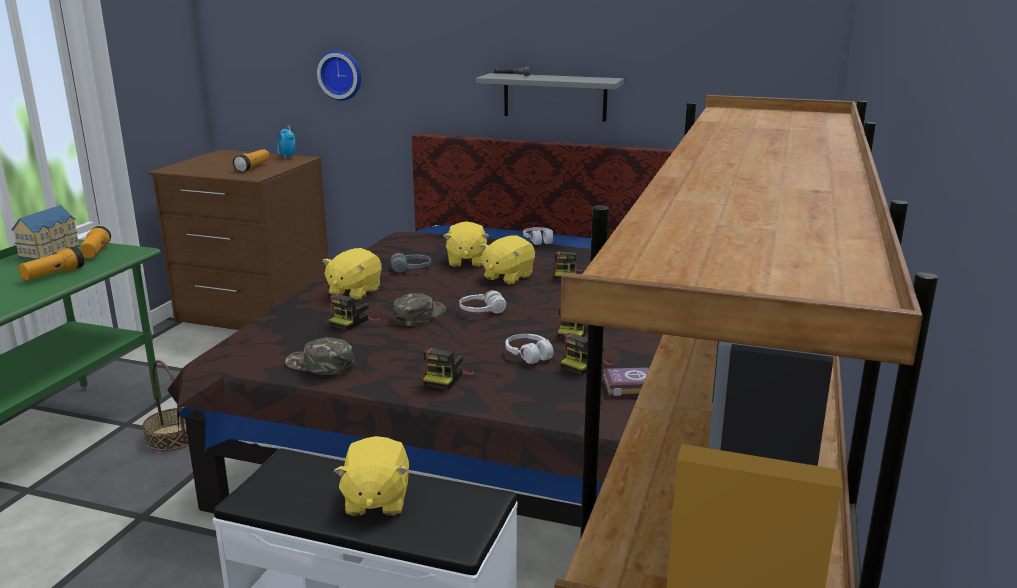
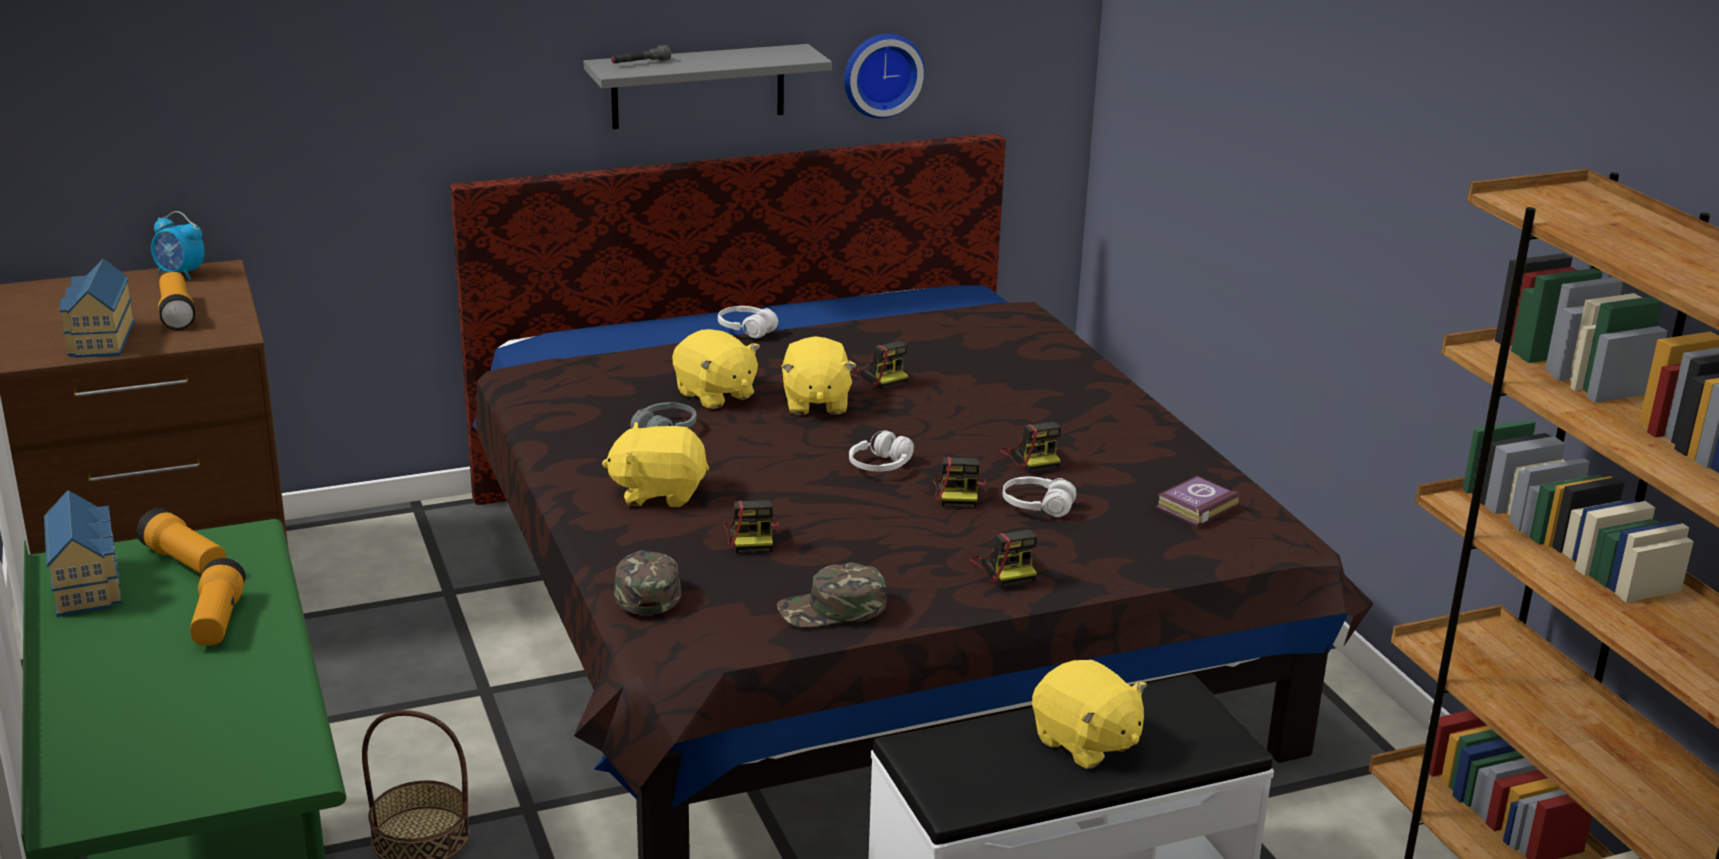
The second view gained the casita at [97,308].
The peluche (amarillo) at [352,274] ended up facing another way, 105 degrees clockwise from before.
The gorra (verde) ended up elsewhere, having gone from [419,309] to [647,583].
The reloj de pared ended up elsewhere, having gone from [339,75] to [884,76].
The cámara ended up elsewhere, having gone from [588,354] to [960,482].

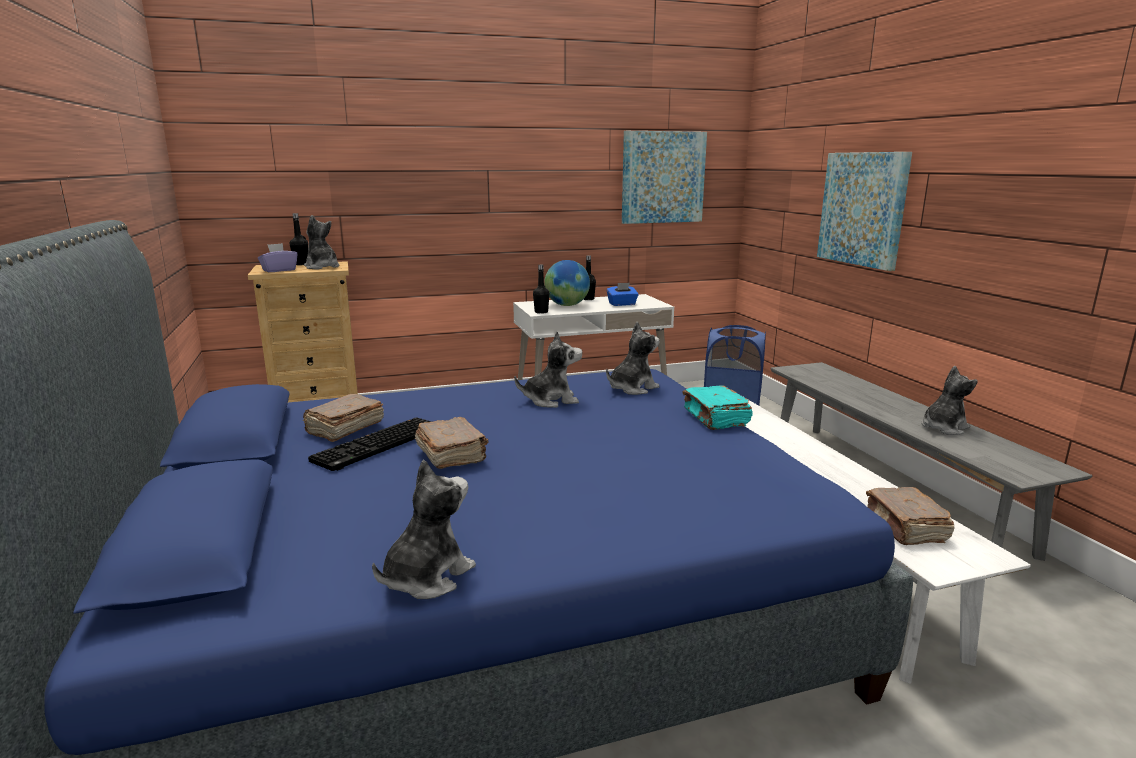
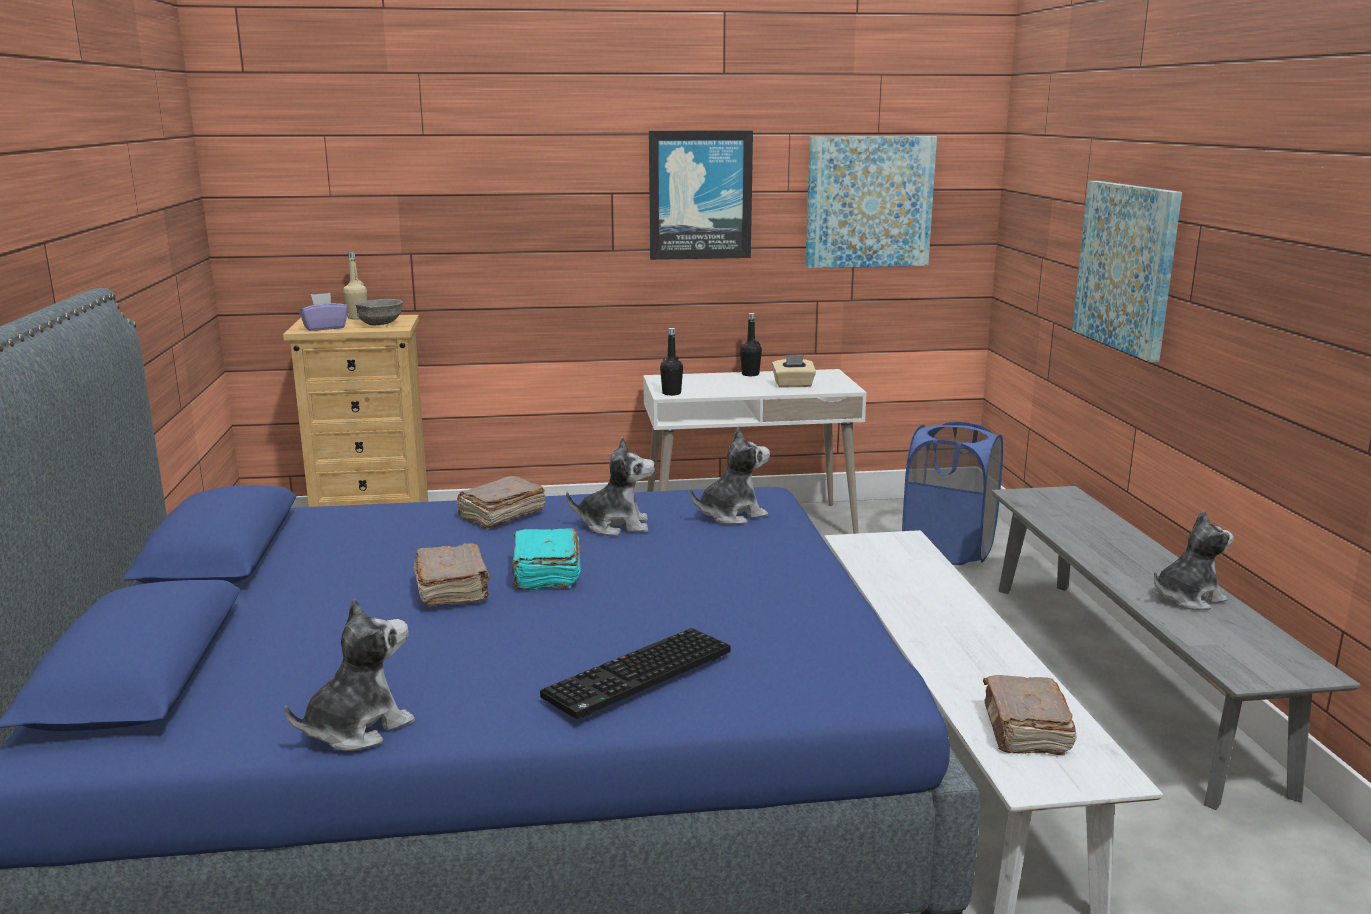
What was the botella (negro) at [299,239] turned into the botella (beis) at [355,286].
Where the peluche stood at [321,242], the cuenco (gris) came to stand at [379,312].
The libro (marrón) ended up elsewhere, having gone from [343,418] to [501,503].
The libro (turquesa) ended up elsewhere, having gone from [718,407] to [546,559].
The teclado ended up elsewhere, having gone from [370,444] to [635,673].
The second view gained the cuadro at [701,195].
What was the caja de pañuelos (azul) at [623,294] turned into the caja de pañuelos (beis) at [794,371].
The second view lost the globo terráqueo at [567,283].

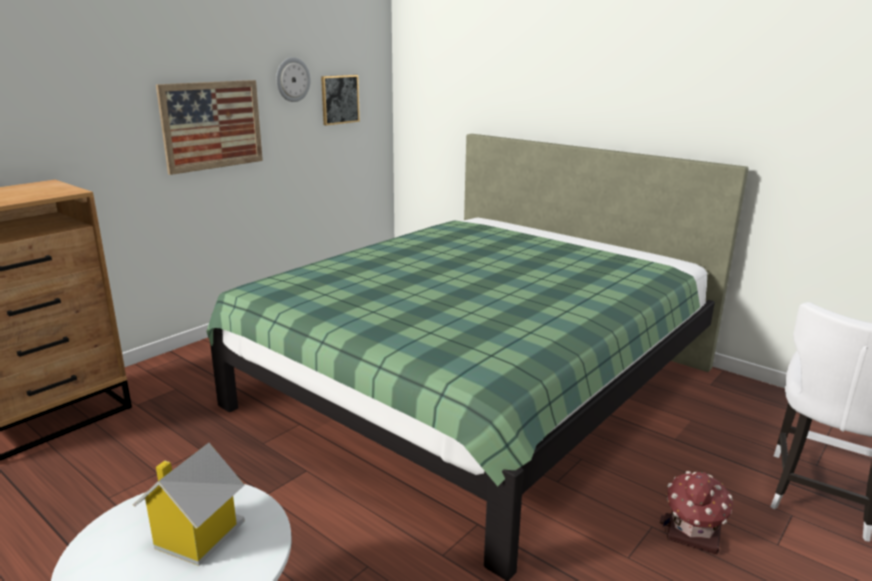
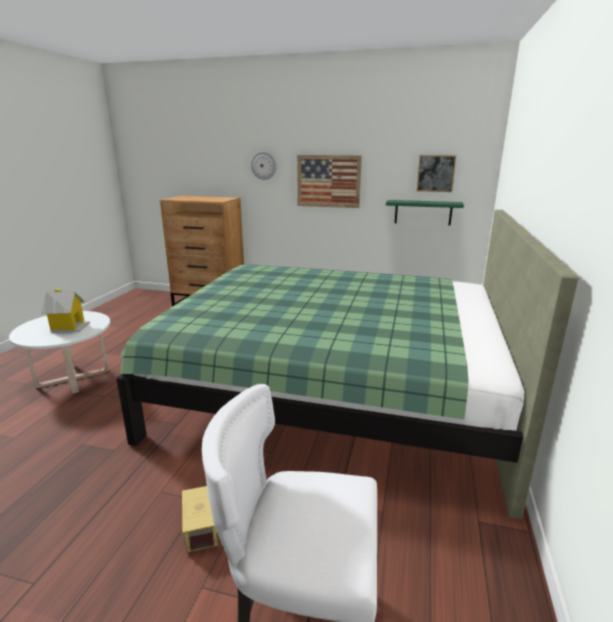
Where the casita stood at [696,512], the camión de juguete came to stand at [200,519].
The reloj de pared ended up elsewhere, having gone from [293,79] to [263,165].
The second view gained the estante (verde) at [425,212].

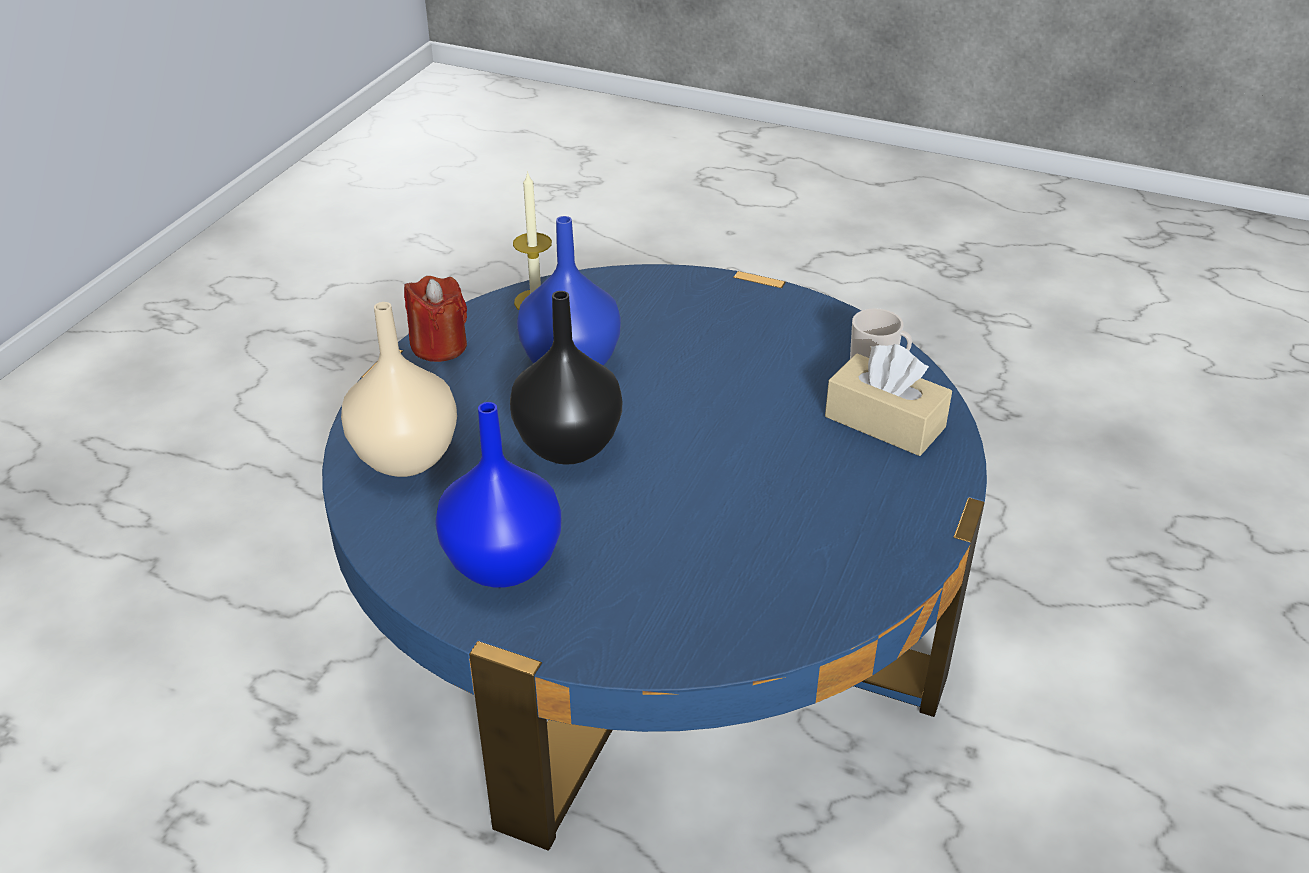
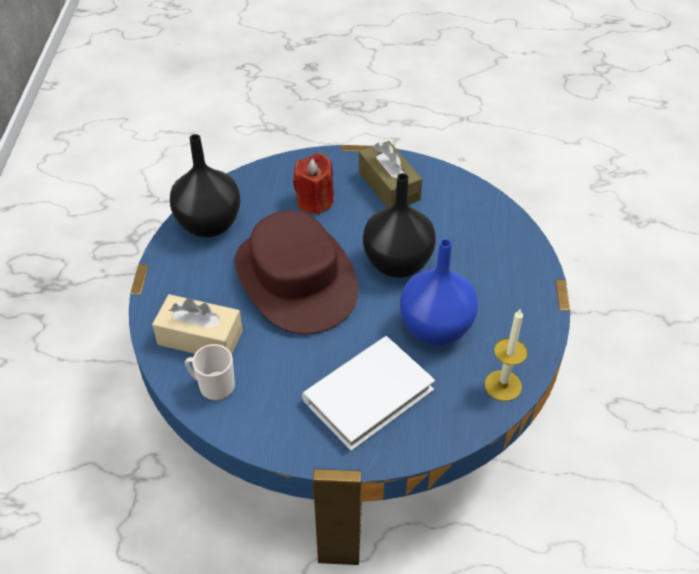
The second view gained the florero (negro) at [205,185].
The second view gained the sombrero (marrón) at [297,272].
The vela (rojo) ended up elsewhere, having gone from [435,319] to [313,183].
The second view gained the libro (blanco) at [368,393].
Where the florero (azul) stood at [498,495], the caja de pañuelos (marrón) came to stand at [390,174].
The second view lost the florero (beis) at [399,389].

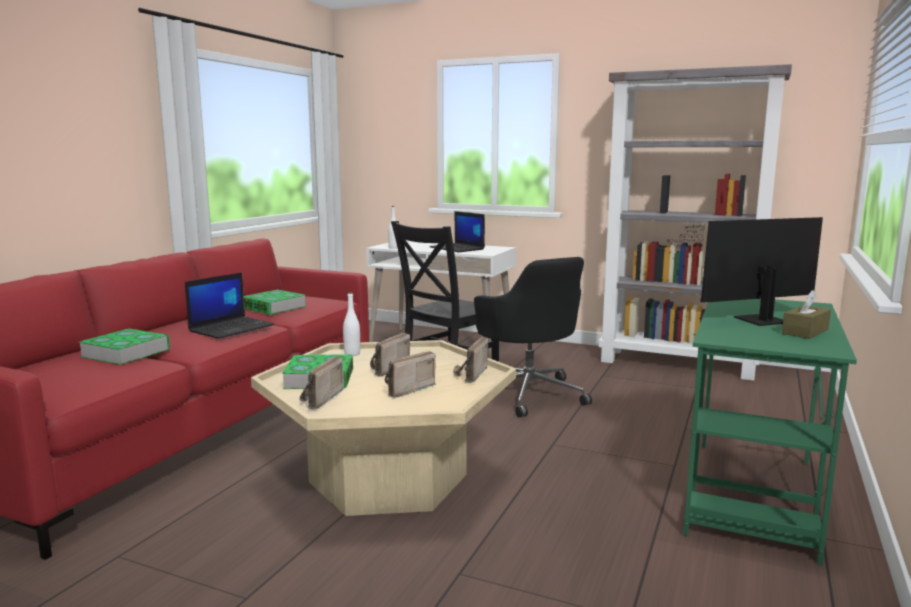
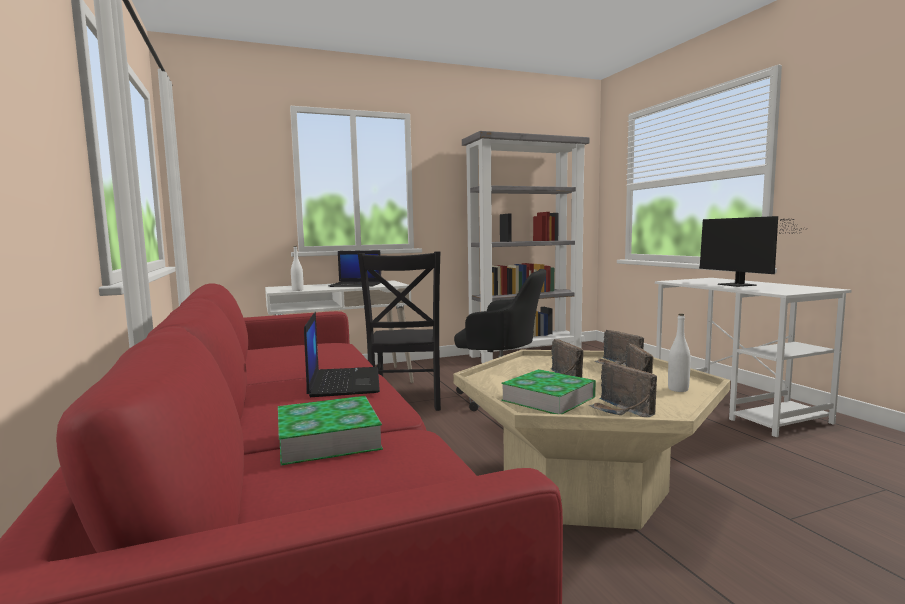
What was the escritorio (verde) at [770,431] turned into the escritorio (blanco) at [753,357].
The botella (blanco) ended up elsewhere, having gone from [351,324] to [679,353].
The monitor at [745,271] ended up facing another way, 45 degrees counterclockwise from before.
The second view lost the libro at [275,302].
The second view lost the caja de pañuelos (marrón) at [806,314].

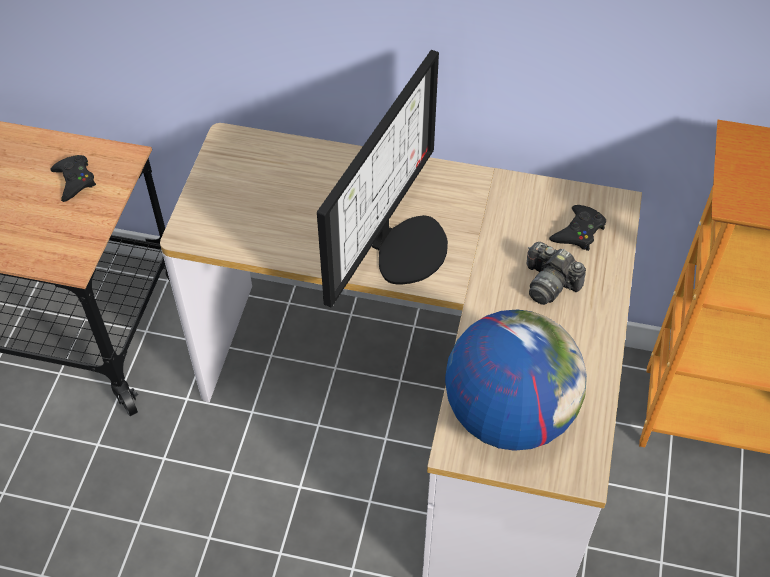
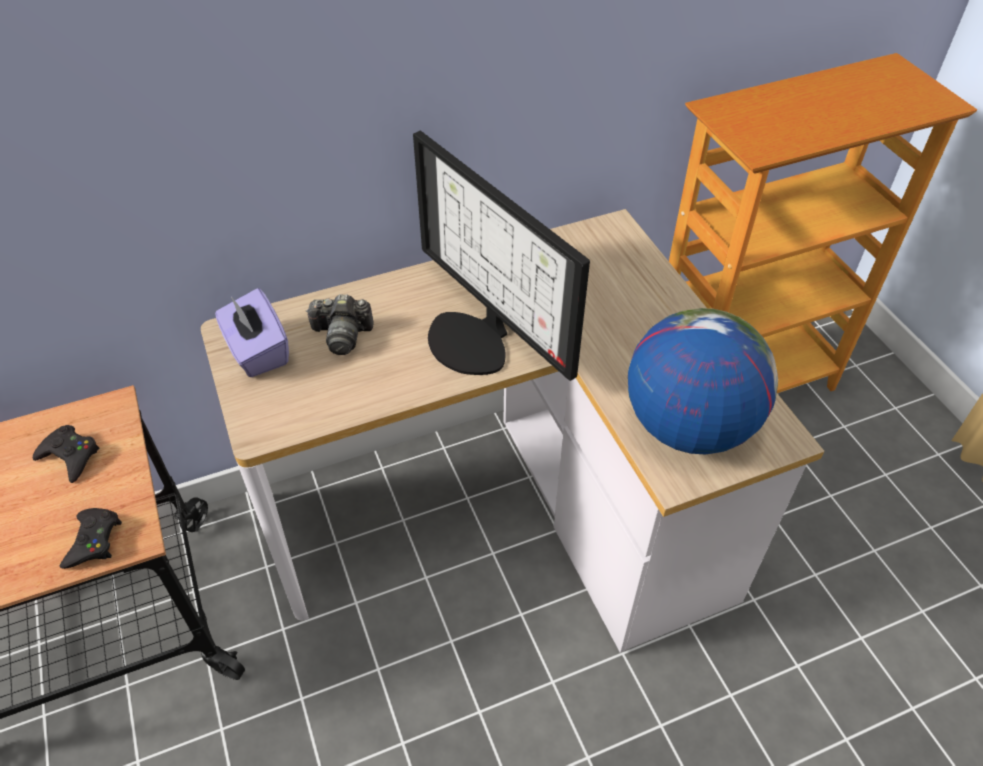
The mando de consola (negro) ended up elsewhere, having gone from [577,228] to [91,538].
The second view gained the caja de pañuelos (morado) at [252,332].
The cámara ended up elsewhere, having gone from [556,273] to [340,324].
The monitor at [382,178] ended up facing another way, 150 degrees clockwise from before.

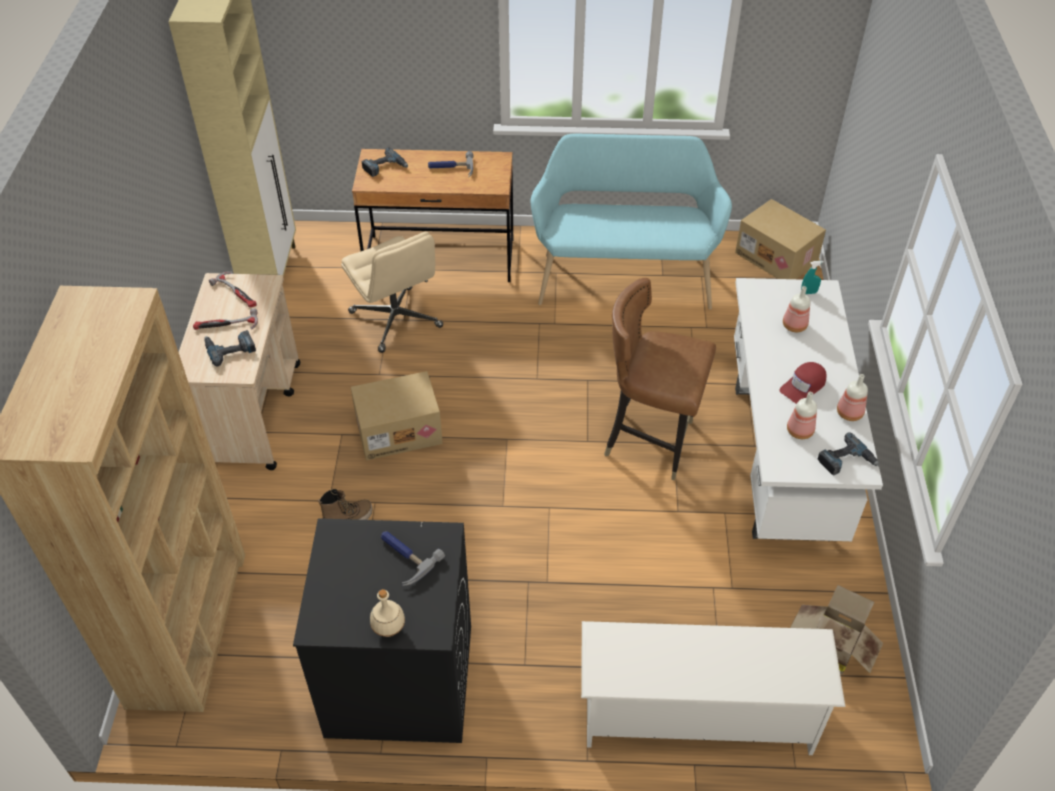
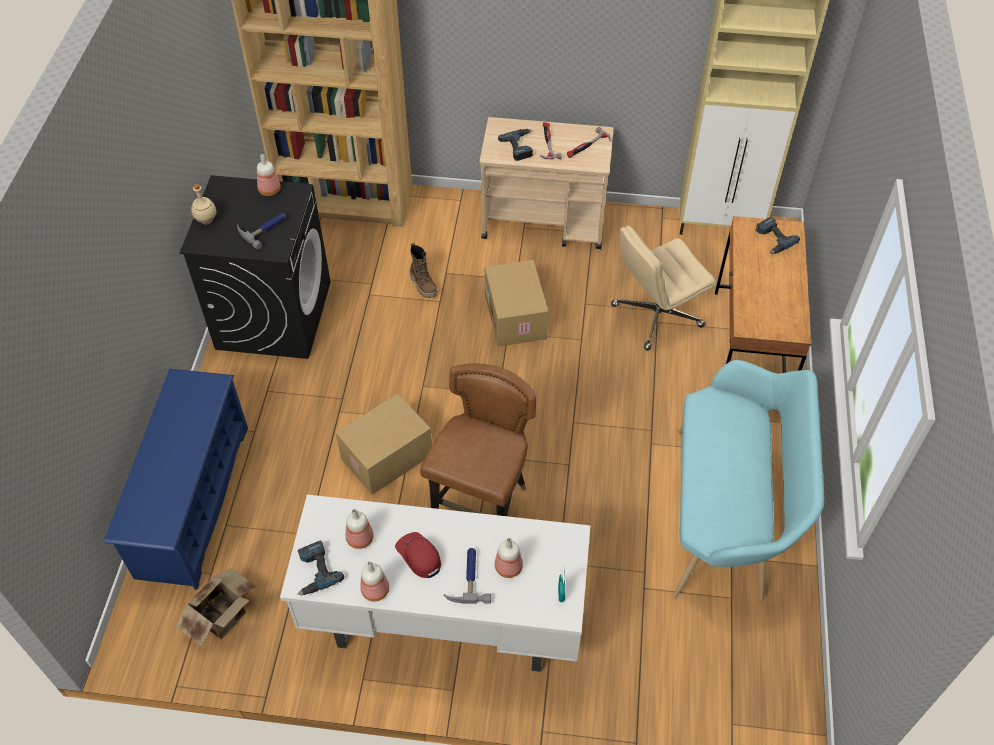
What was the zapatero (blanco) at [713,688] turned into the zapatero (azul) at [176,479].
The second view gained the botella at [269,175].
The caja de cartón ended up elsewhere, having gone from [780,239] to [384,444].
The martillo ended up elsewhere, having gone from [450,164] to [467,576].

